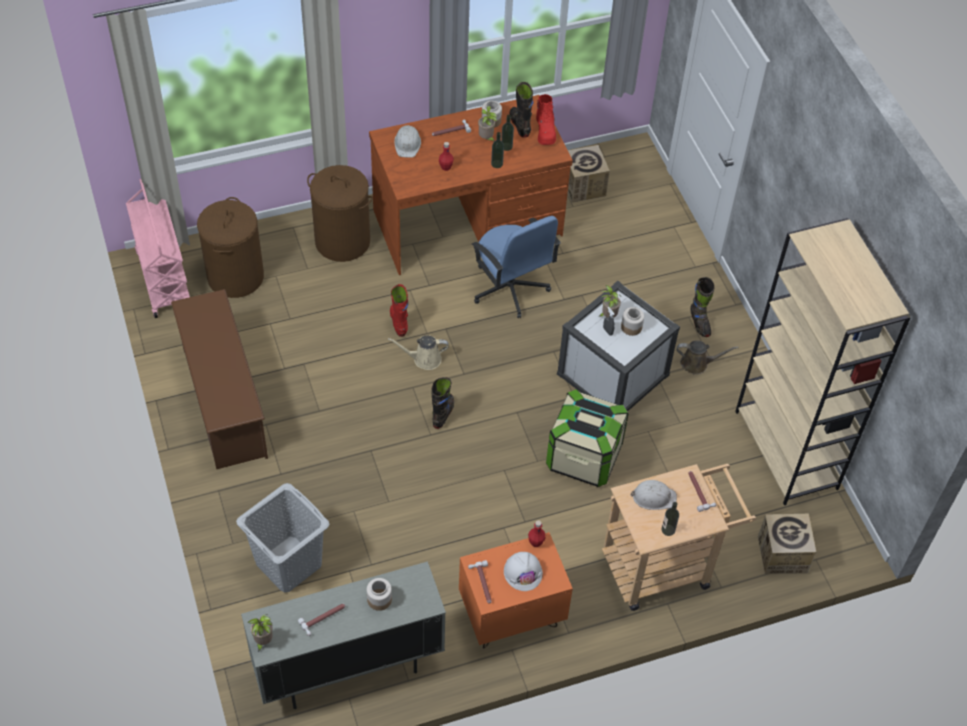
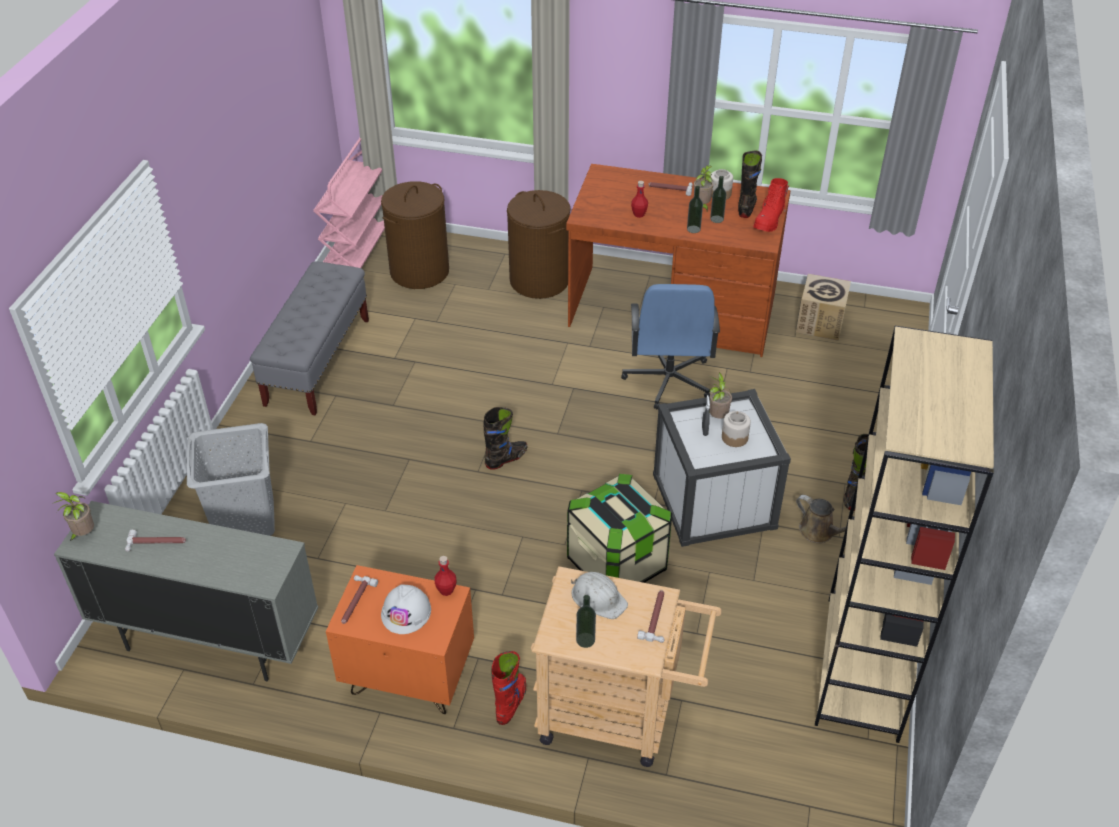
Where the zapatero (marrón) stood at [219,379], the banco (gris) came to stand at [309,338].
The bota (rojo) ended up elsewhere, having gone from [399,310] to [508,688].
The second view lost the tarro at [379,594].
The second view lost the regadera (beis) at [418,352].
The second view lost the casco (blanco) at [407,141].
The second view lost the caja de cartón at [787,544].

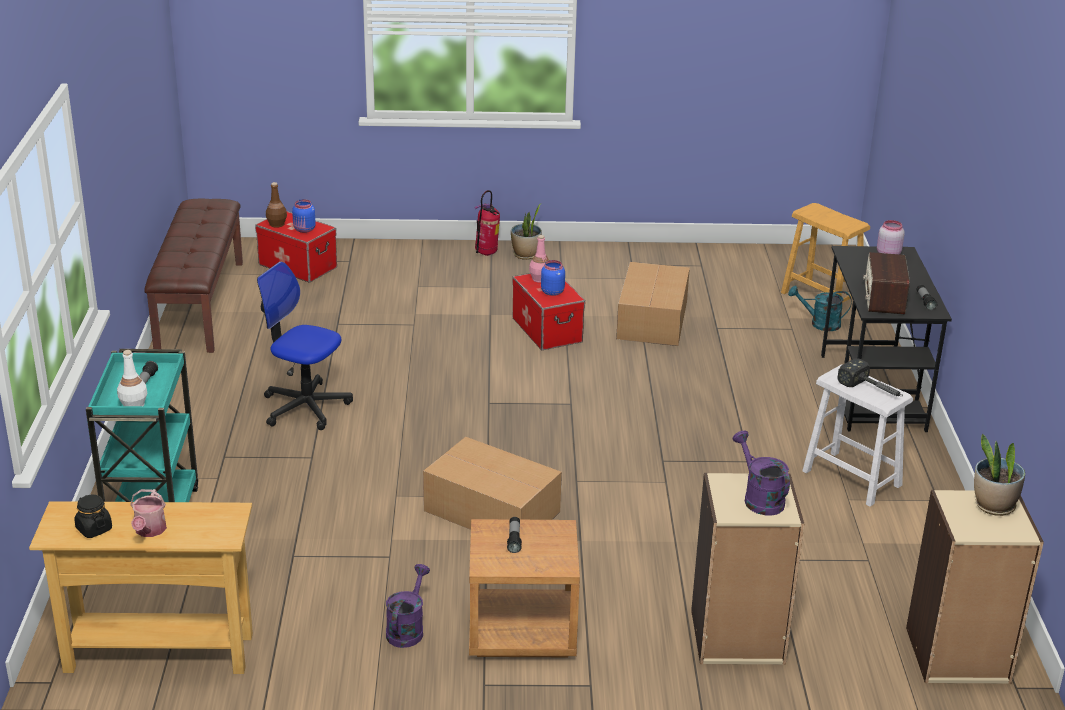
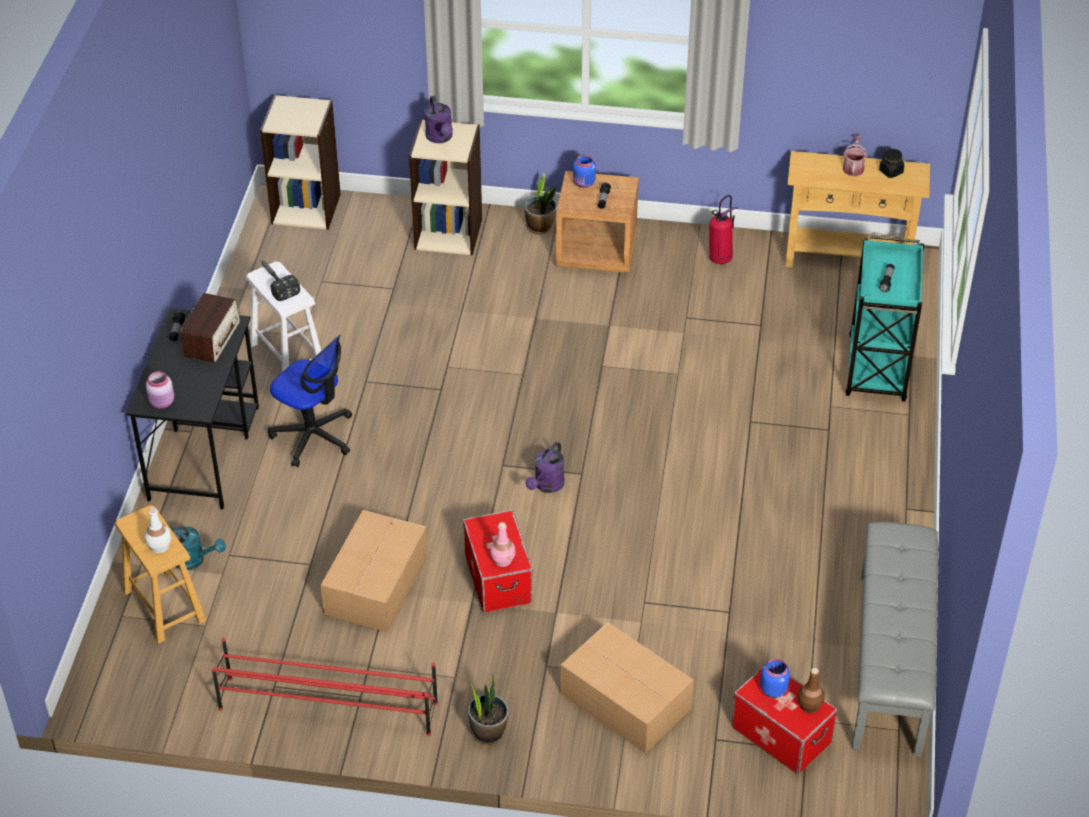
The botella (blanco) ended up elsewhere, having gone from [132,378] to [158,530].
The second view gained the zapatero (rojo) at [325,687].
The silla de oficina ended up elsewhere, having gone from [305,346] to [310,401].
The planta en maceta ended up elsewhere, having gone from [999,475] to [541,203].
The regadera (morado) ended up elsewhere, having gone from [408,606] to [545,467].
The caja de cartón ended up elsewhere, having gone from [492,483] to [627,687].
The tarro (azul) ended up elsewhere, having gone from [553,278] to [584,171].
The extintor ended up elsewhere, having gone from [487,223] to [723,229].
What was the banco (marrón) at [193,276] turned into the banco (gris) at [895,639].

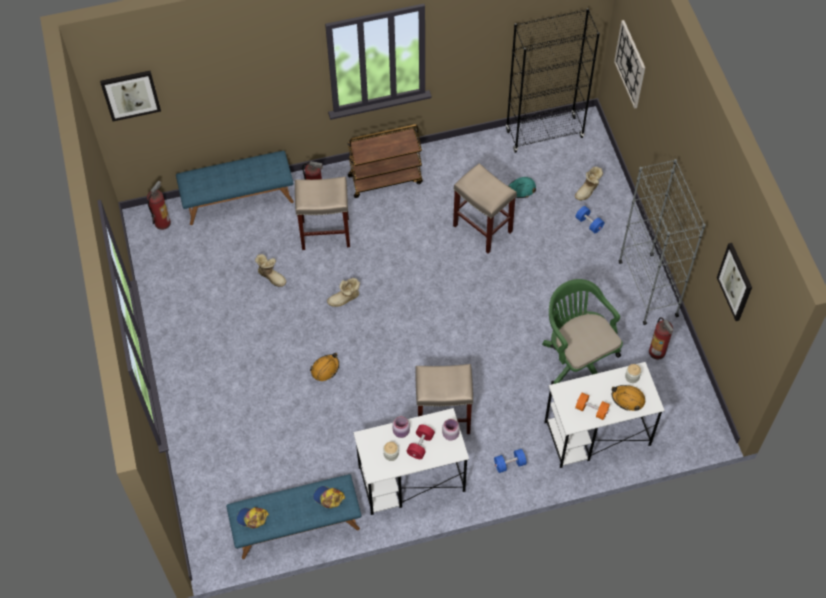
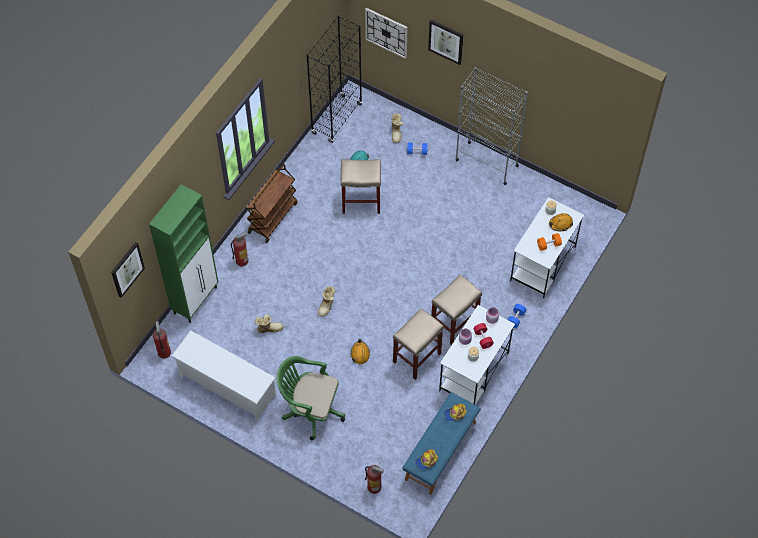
Where the banco (azul) stood at [235,188], the armario (verde) came to stand at [183,253].
The second view gained the zapatero (blanco) at [224,376].
The silla de oficina (verde) ended up elsewhere, having gone from [582,332] to [310,398].
The extintor ended up elsewhere, having gone from [661,338] to [374,479].
The taburete (beis) ended up elsewhere, having gone from [322,213] to [418,344].
The cuadro ended up elsewhere, having gone from [734,282] to [445,42].

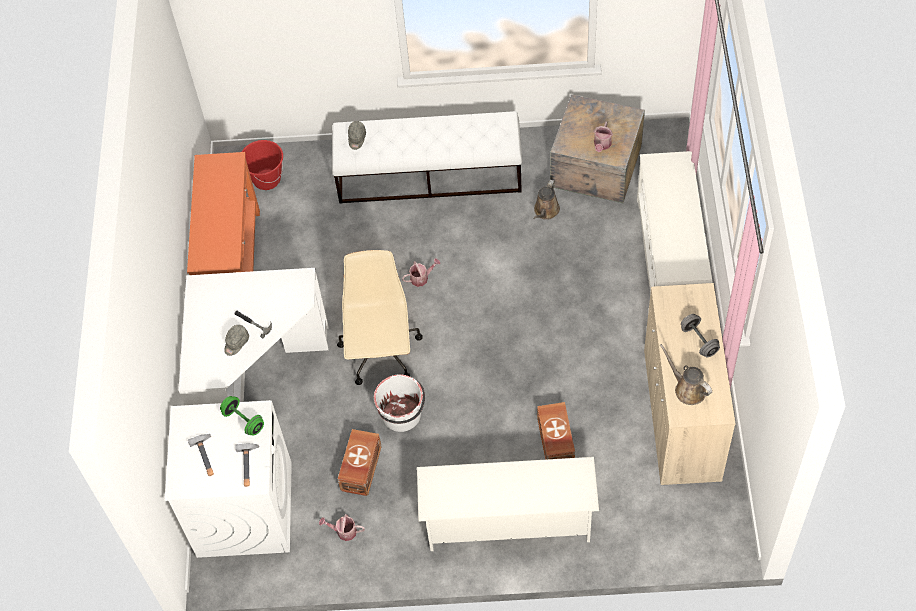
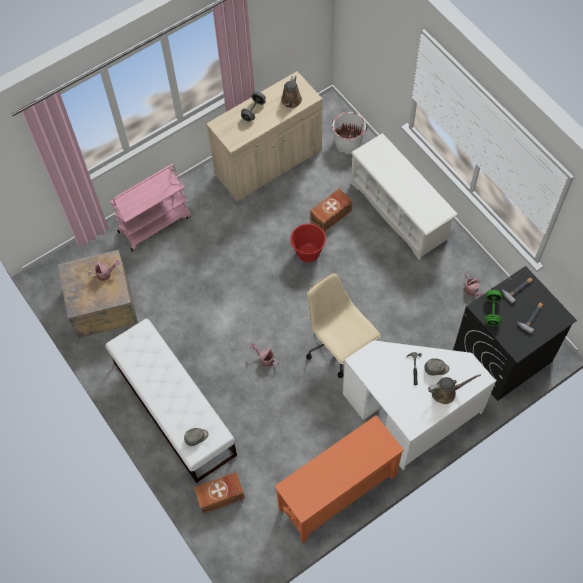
Where the zapatero (blanco) stood at [675,222], the carrito (rosa) came to stand at [150,207].
The caja de almacenaje (marrón) ended up elsewhere, having gone from [360,462] to [219,493].
The cubo (rojo) ended up elsewhere, having gone from [262,165] to [308,243].
The silla de oficina (beis) at [380,317] ended up facing another way, 90 degrees clockwise from before.
The cubo (blanco) ended up elsewhere, having gone from [399,403] to [349,132].
The regadera (marrón) ended up elsewhere, having gone from [546,200] to [454,389].
What was the lavadora (blanco) at [228,479] turned into the lavadora (negro) at [515,333].

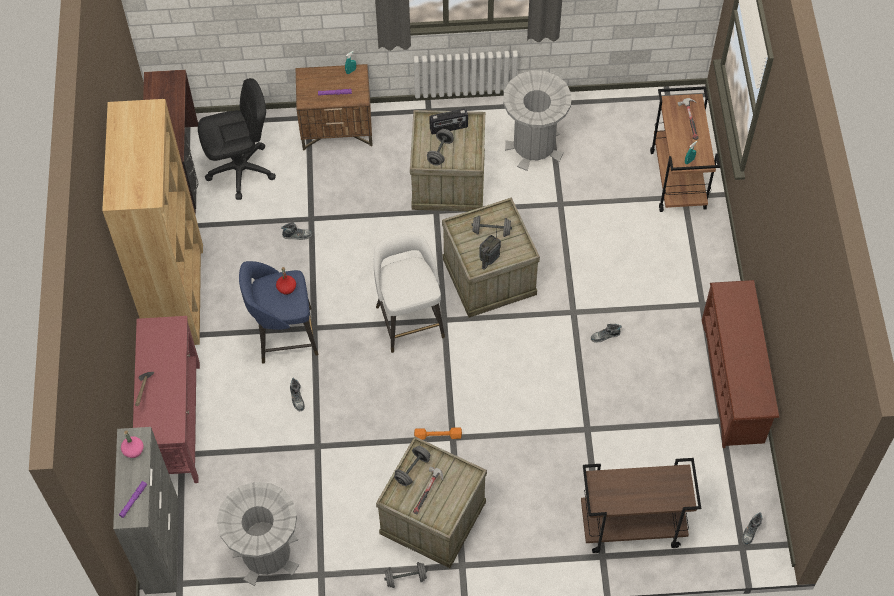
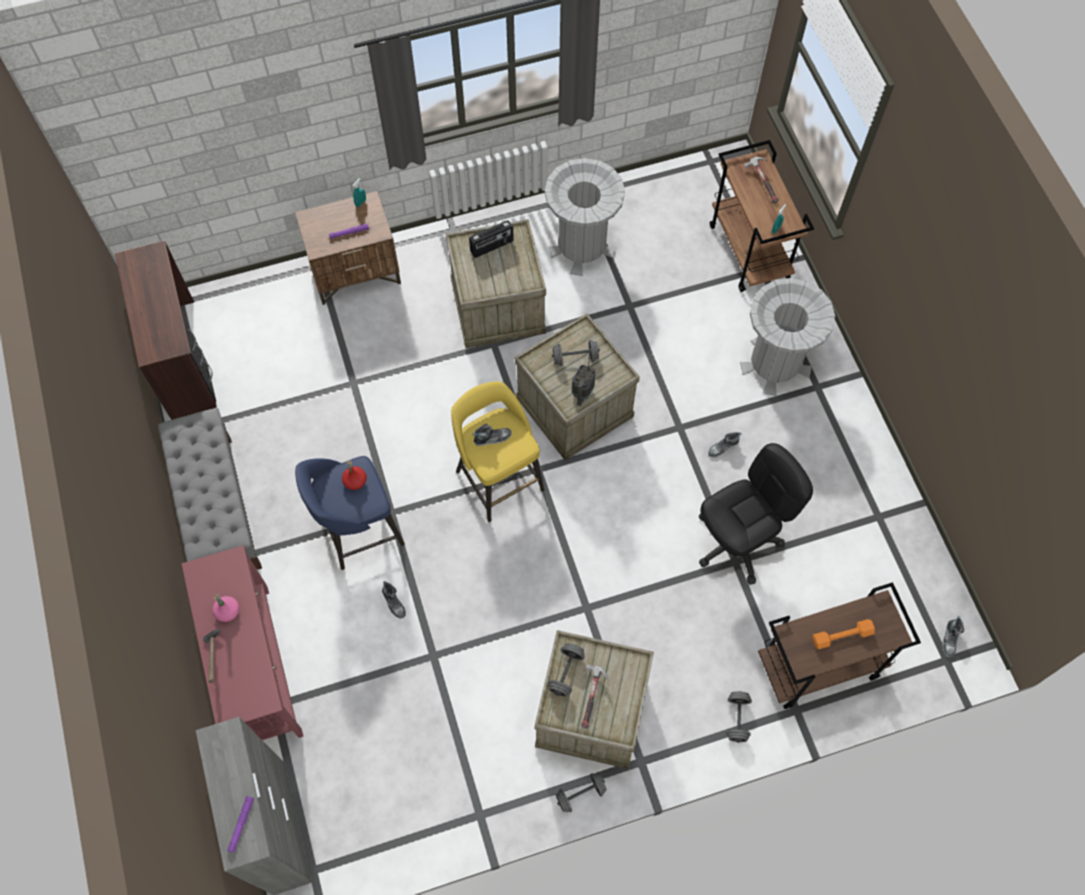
Where the estantería (marrón) stood at [152,222], the banco (gris) came to stand at [210,489].
The botella (rosa) ended up elsewhere, having gone from [132,444] to [226,608].
What was the taburete (blanco) at [409,292] turned into the taburete (amarillo) at [498,451].
The zapato ended up elsewhere, having gone from [296,231] to [491,434].
The silla de oficina (negro) ended up elsewhere, having gone from [237,139] to [756,514].
The mancuerna (gris) ended up elsewhere, having gone from [440,147] to [739,717].
The papelera (gris) ended up elsewhere, having gone from [258,534] to [787,337].
The mancuerna (naranja) ended up elsewhere, having gone from [438,433] to [844,634].
The second view lost the zapatero (marrón) at [740,364].

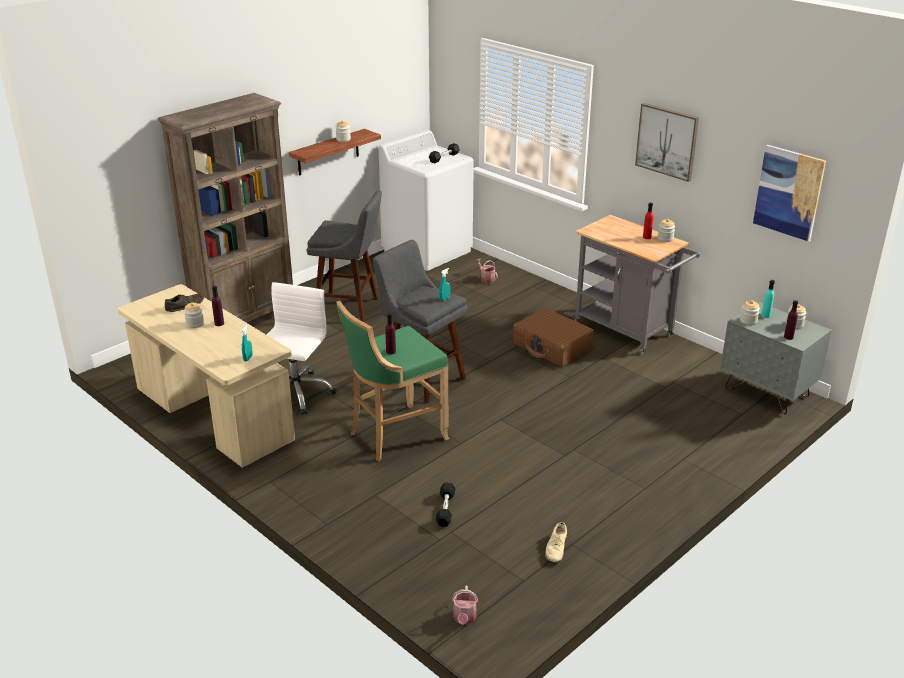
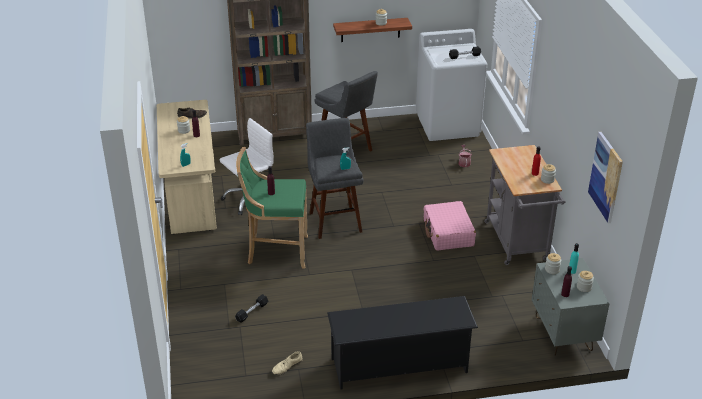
The second view gained the zapatero (negro) at [402,342].
What was the maleta (marrón) at [553,337] turned into the maleta (rosa) at [450,226].
The second view lost the regadera at [465,605].
The second view lost the cuadro at [667,142].

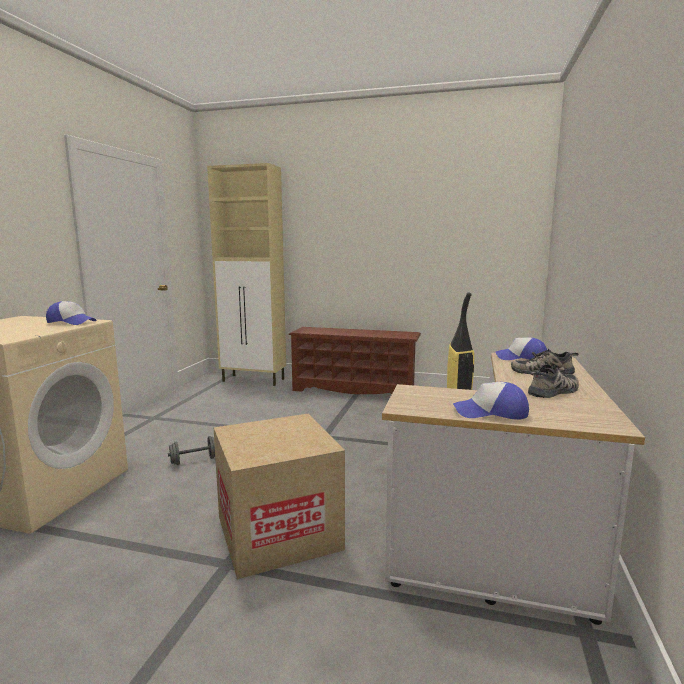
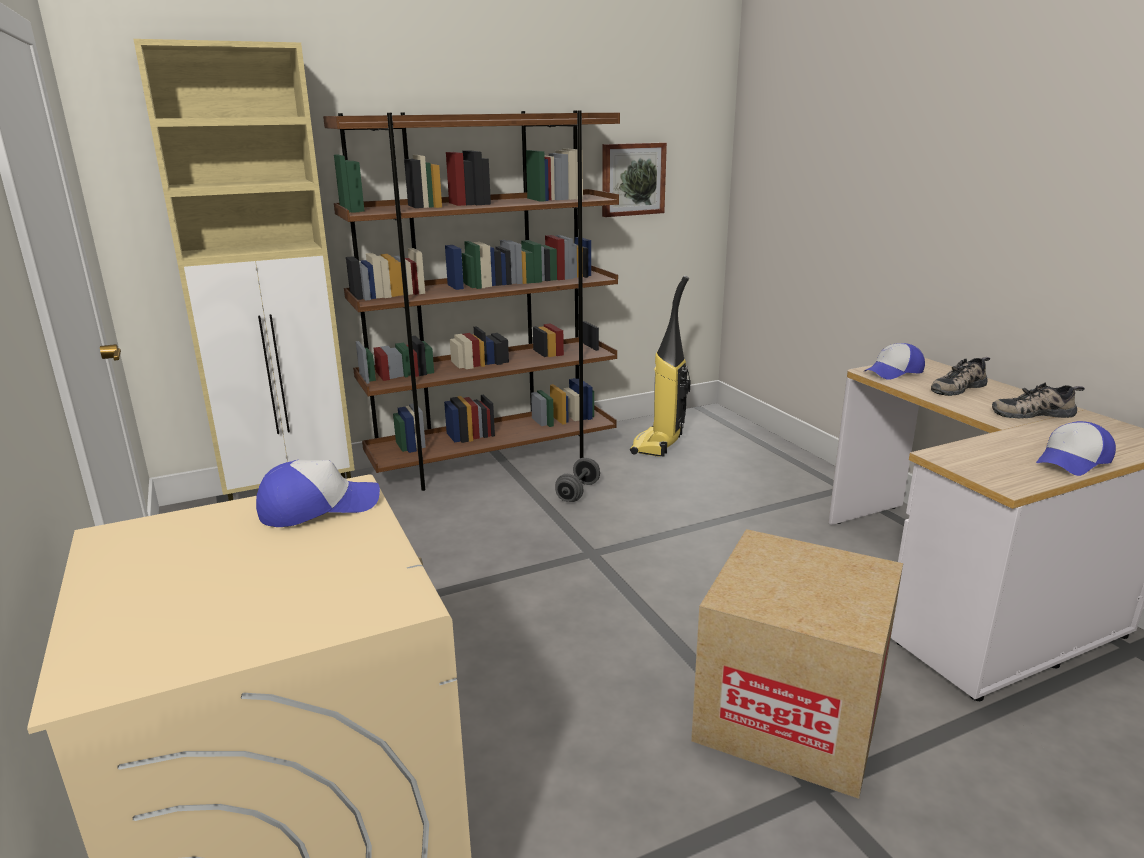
Where the zapatero (marrón) stood at [355,361], the estantería (marrón) came to stand at [471,300].
The mancuerna (gris) ended up elsewhere, having gone from [191,450] to [577,480].
The second view gained the cuadro at [634,179].
The zapato at [553,381] ended up facing another way, 105 degrees counterclockwise from before.

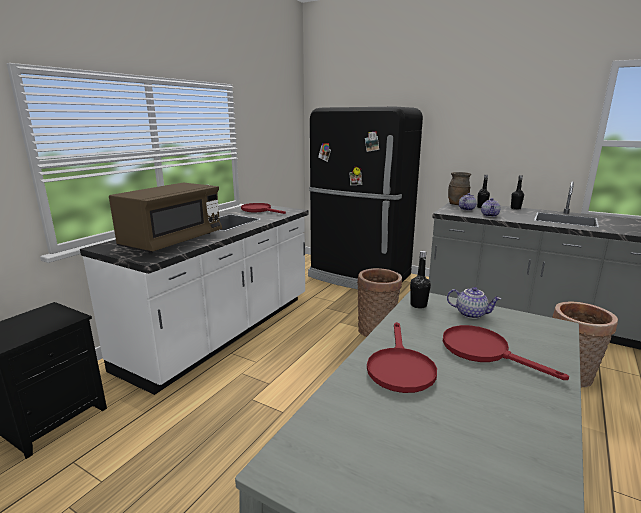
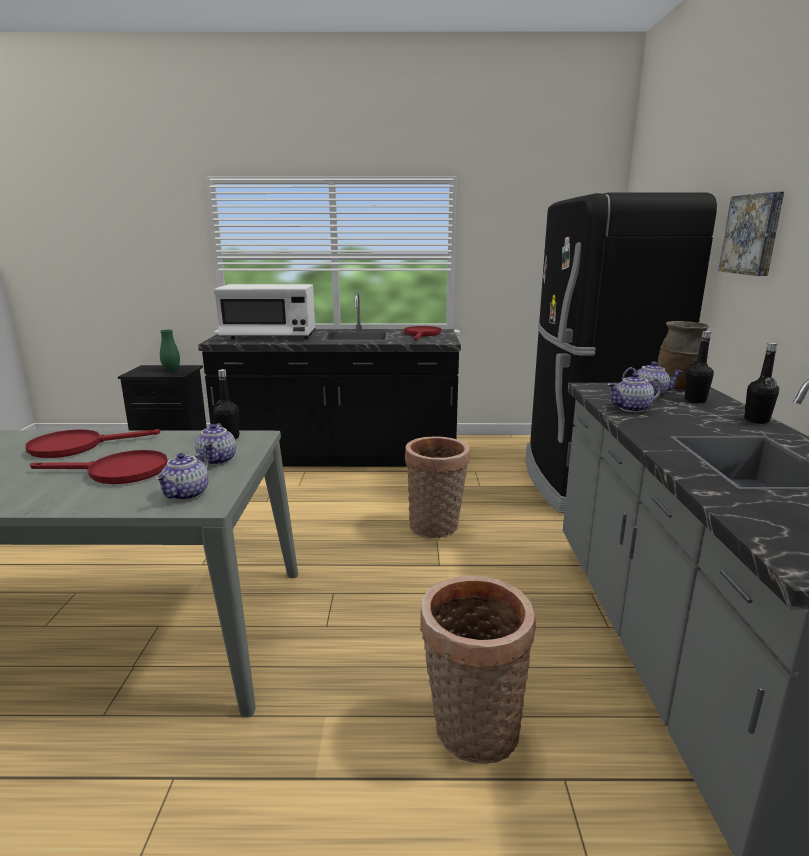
The sartén (rojo) at [506,352] ended up facing another way, 75 degrees clockwise from before.
The second view gained the tetera at [182,476].
The second view gained the florero (verde) at [170,351].
What was the mueble bajo de cocina (blanco) at [194,289] turned into the mueble bajo de cocina (negro) at [329,379].
What was the microondas (marrón) at [165,218] turned into the microondas (blanco) at [265,311].
The second view gained the cuadro at [751,233].

